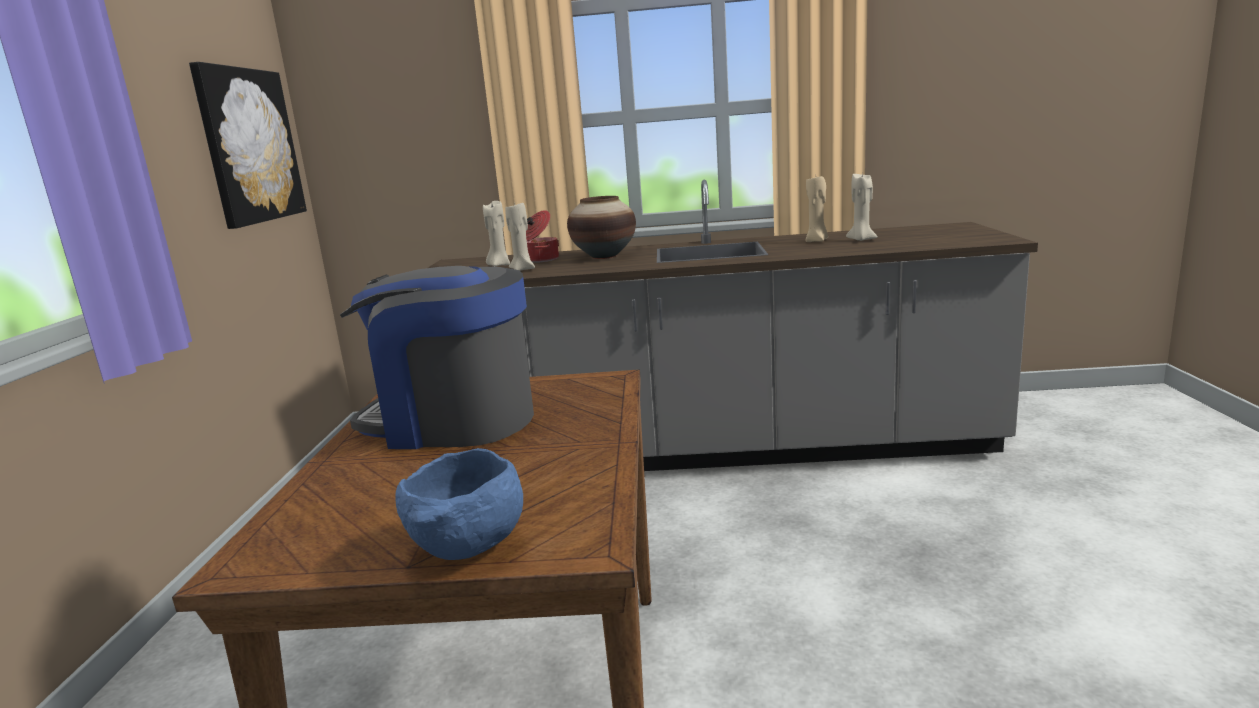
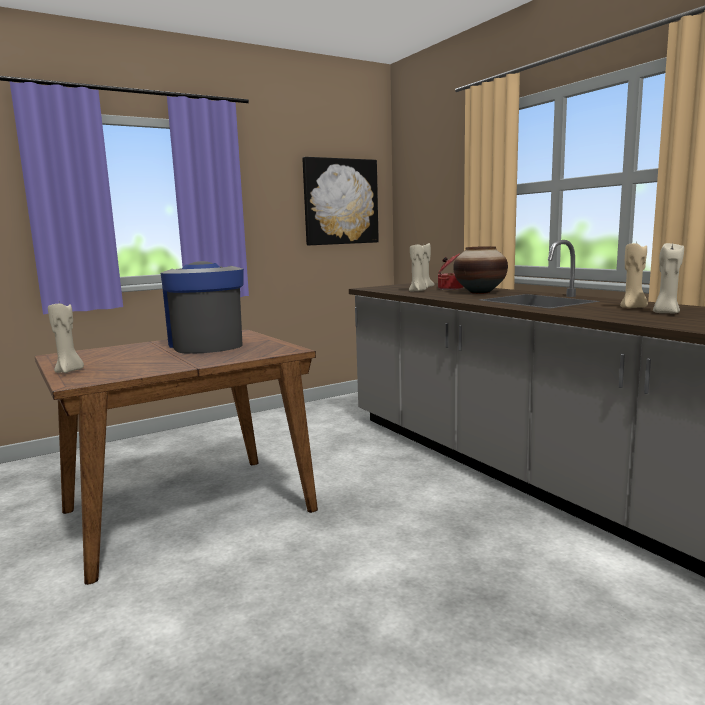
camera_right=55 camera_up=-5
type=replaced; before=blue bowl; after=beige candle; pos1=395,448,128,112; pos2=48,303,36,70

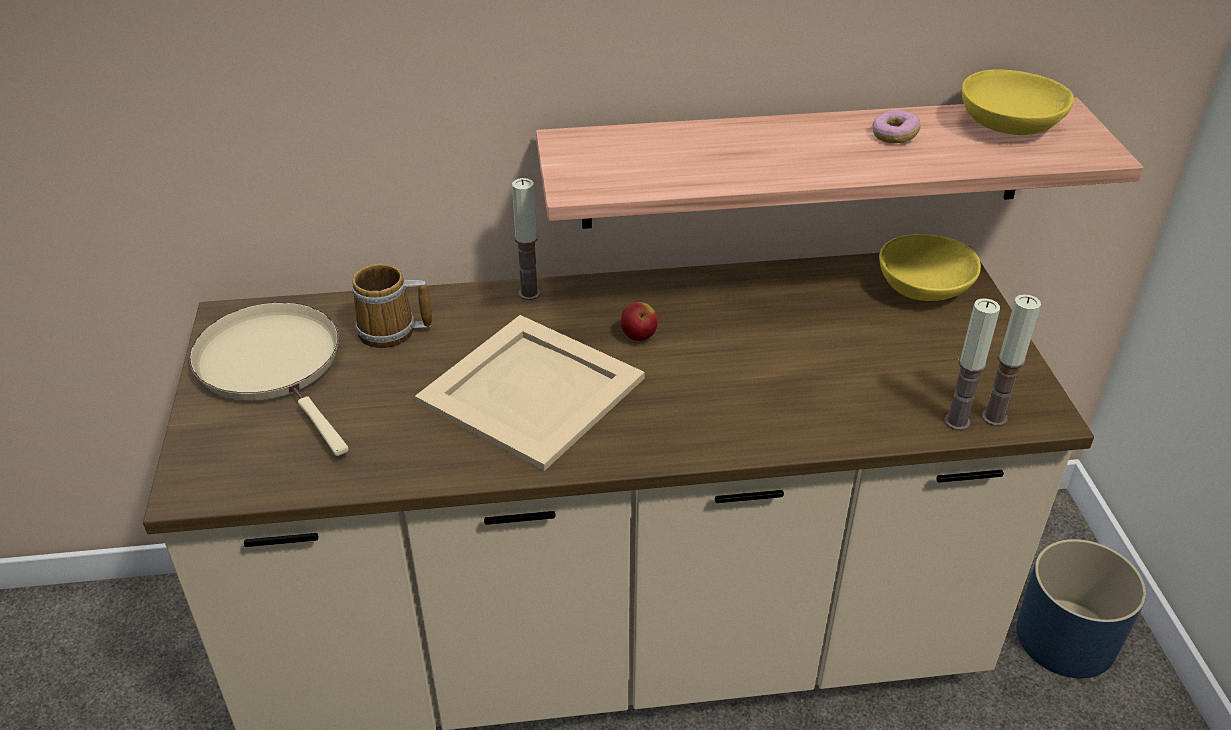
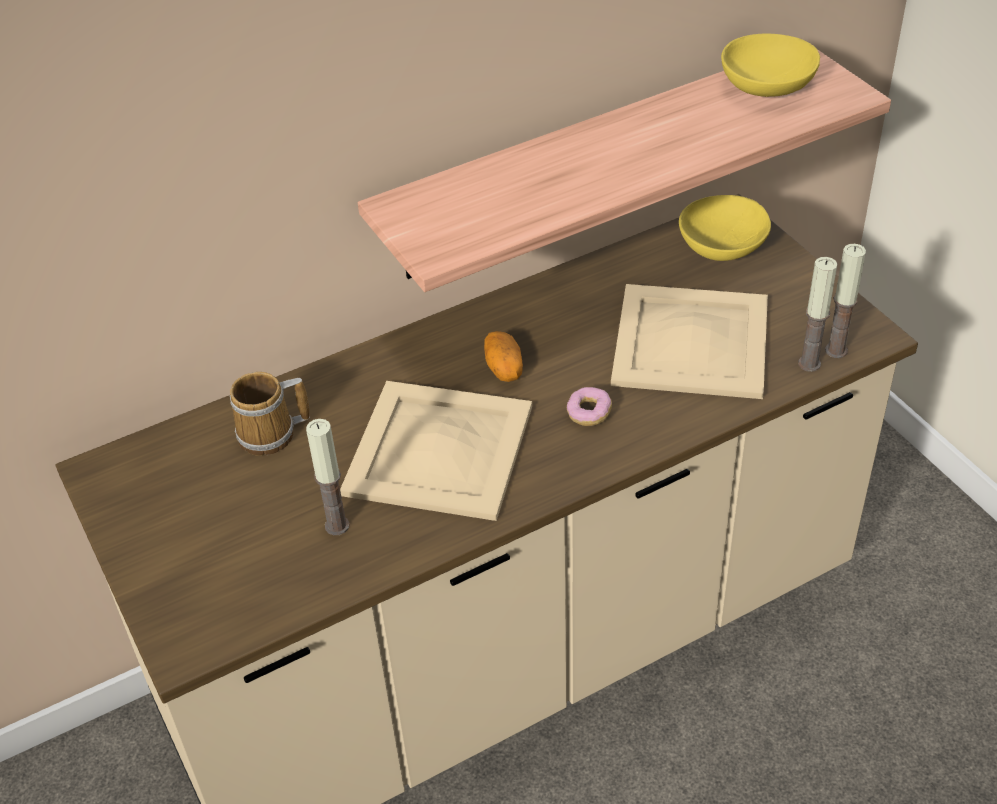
camera_right=-20 camera_up=5
type=moved; before=donut; pos1=873,110,48,33; pos2=567,387,45,39
type=moved; before=candle; pos1=512,178,28,122; pos2=306,419,44,116
type=removed; before=beige frying pan; pos1=189,302,160,154
type=replaced; before=apple; after=potato; pos1=621,302,37,39; pos2=484,331,39,51
type=removed; before=blue planter; pos1=1016,539,130,139
type=added; after=beige tray; pos2=611,284,157,115

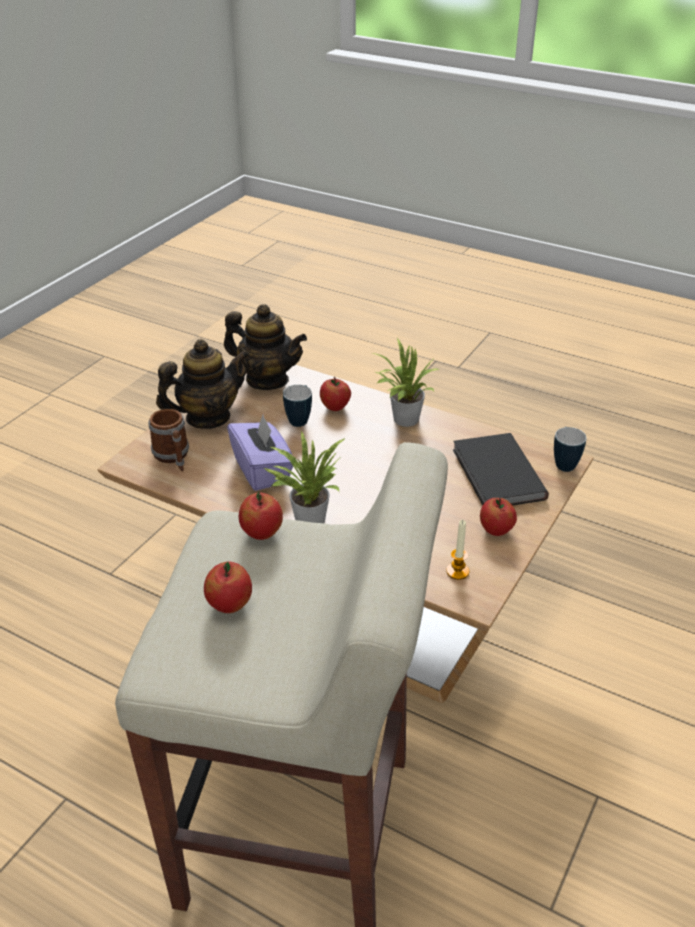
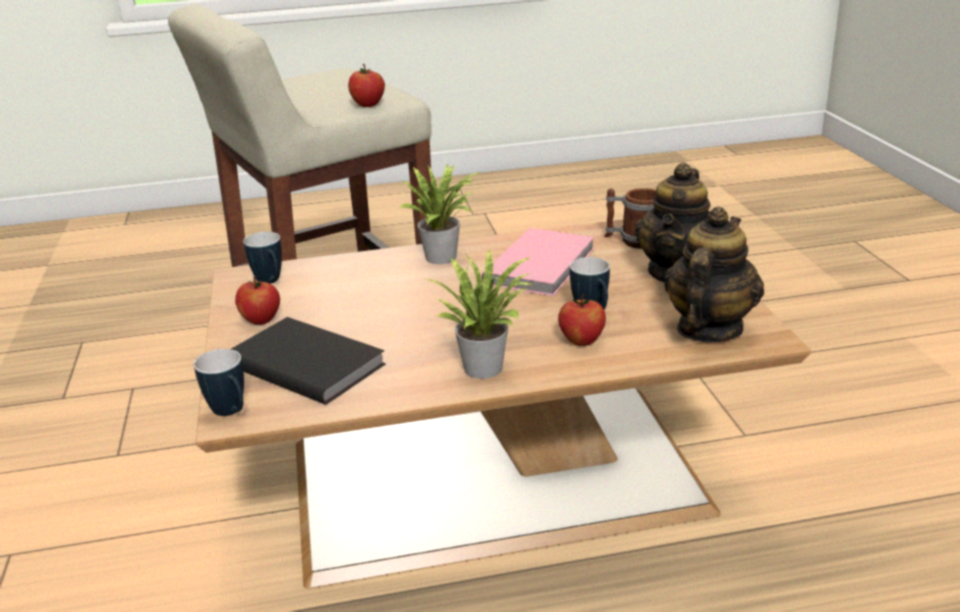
camera_right=140 camera_up=-10
type=turned; before=teapot; pos1=224,304,83,86; pos2=664,207,100,135; turn=135
type=replaced; before=purple tissue box; after=pink book; pos1=227,415,66,76; pos2=481,228,114,68
type=replaced; before=candle; after=mug; pos1=446,520,23,60; pos2=243,232,39,51
type=removed; before=apple; pos1=204,561,48,52

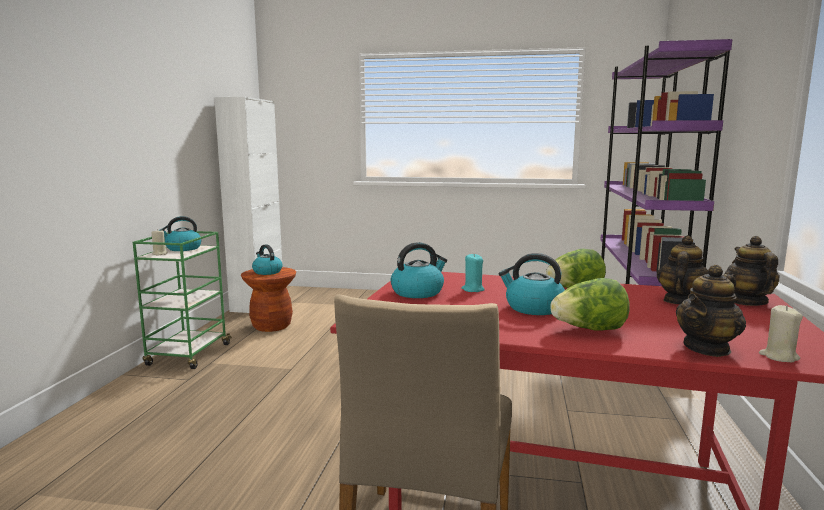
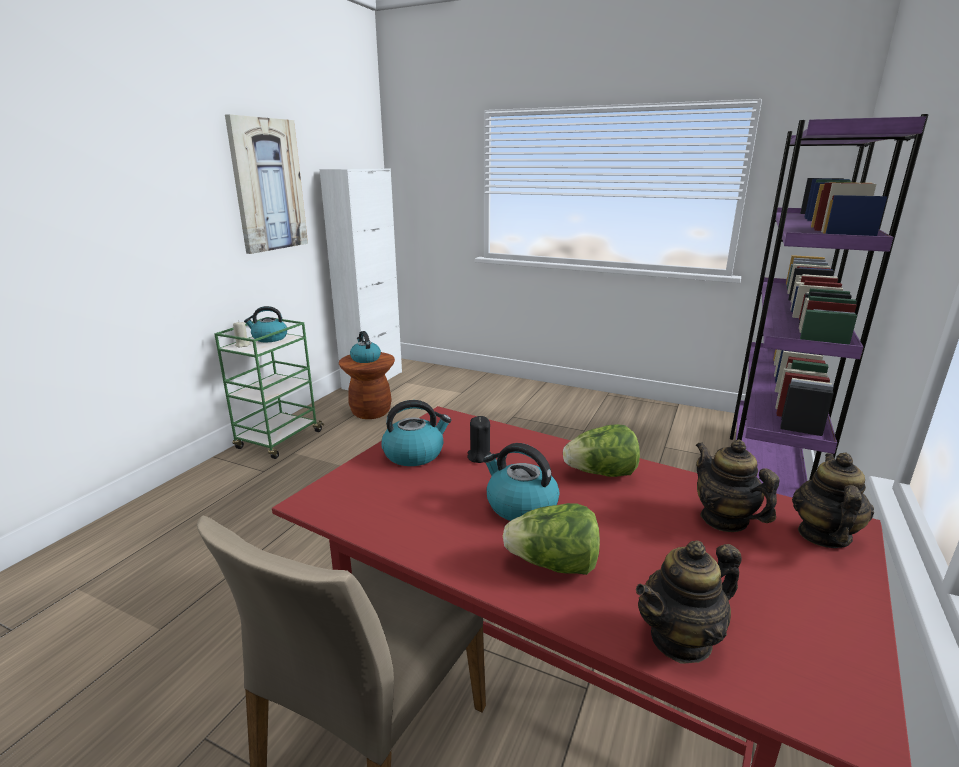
camera_right=15 camera_up=10
type=turned; before=teapot; pos1=657,235,52,69; pos2=695,439,84,93; turn=-75
type=recoloured; before=turquoise candle; after=black candle; pos1=461,254,24,38; pos2=467,416,24,47
type=removed; before=beige candle; pos1=759,305,44,57
type=added; after=picture; pos2=225,114,83,140

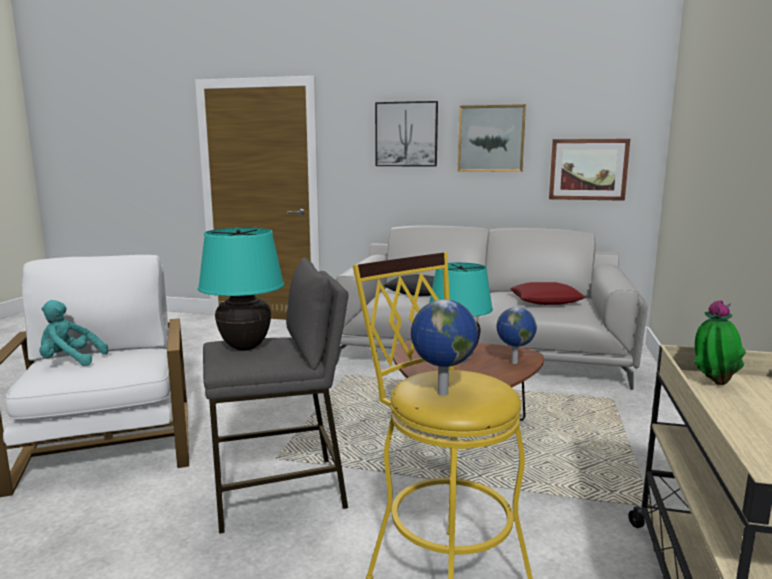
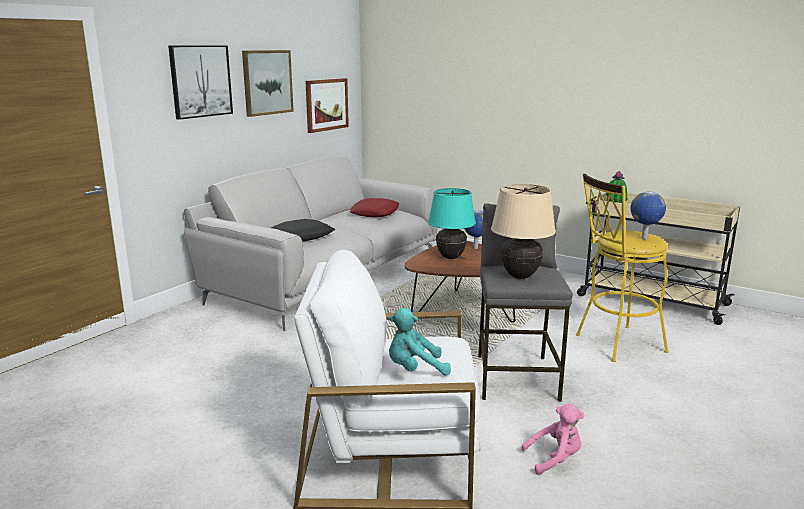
camera_right=-70 camera_up=5
type=recoloured; before=turquoise table lamp; after=beige table lamp; pos1=198,228,86,123; pos2=491,184,65,95
type=turned; before=turquoise plush toy; pos1=39,300,69,66; pos2=389,308,62,68; turn=60
type=added; after=pink plush toy; pos2=521,404,63,71

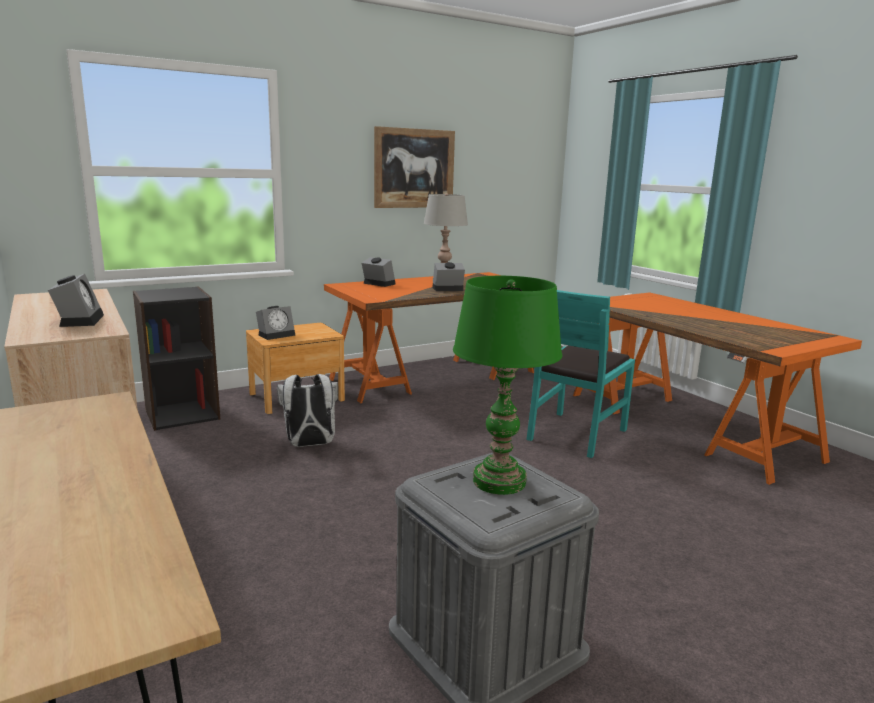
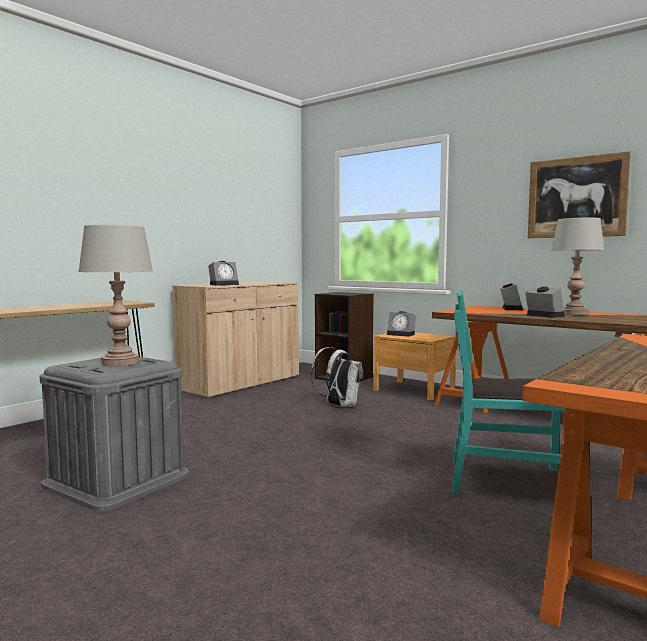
camera_right=70 camera_up=-10
type=recoloured; before=green table lamp; after=grey table lamp; pos1=453,276,109,219; pos2=78,224,75,142

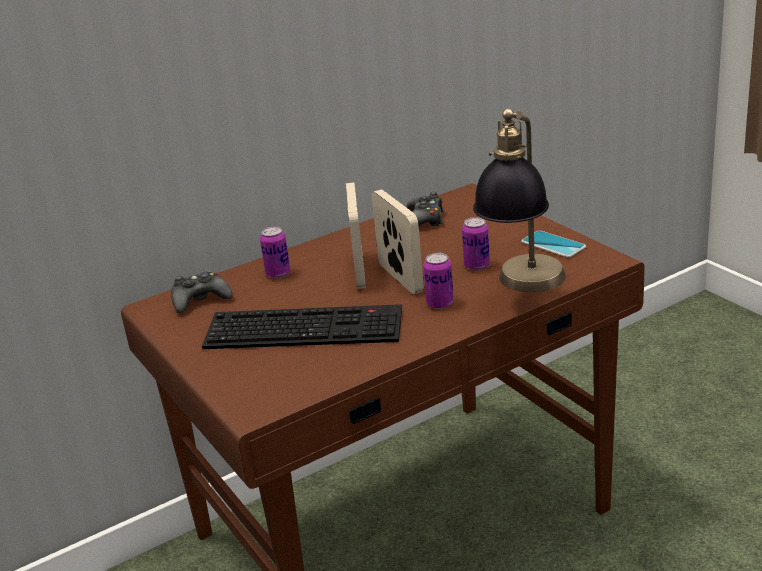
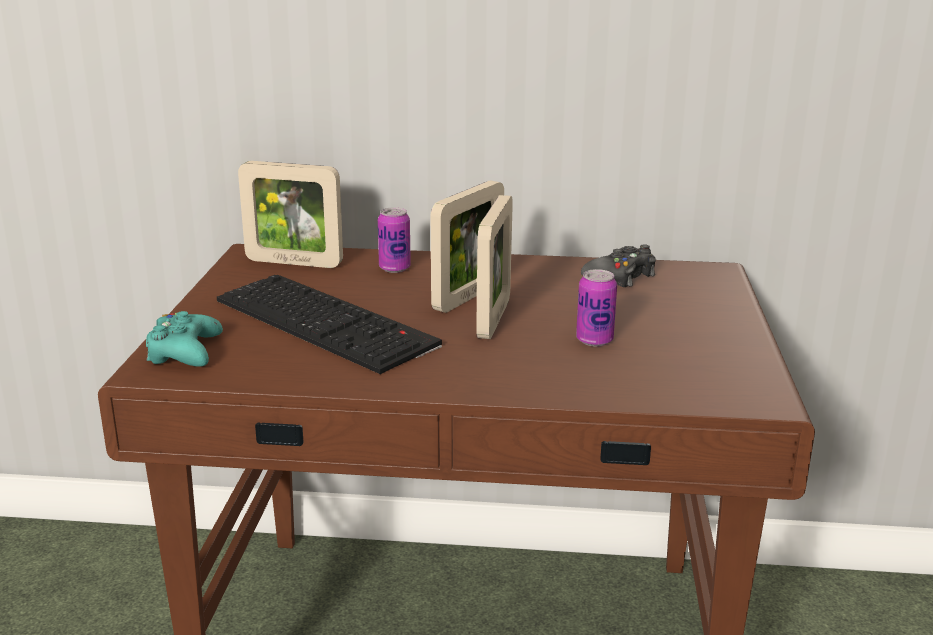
camera_right=35 camera_up=-5
type=removed; before=table lamp; pos1=473,108,93,185
type=removed; before=phone; pos1=521,230,65,28
type=removed; before=can; pos1=423,253,31,56
type=replaced; before=black game controller; after=picture frame; pos1=171,271,62,42; pos2=238,161,105,107
type=added; after=turquoise game controller; pos2=146,311,77,56

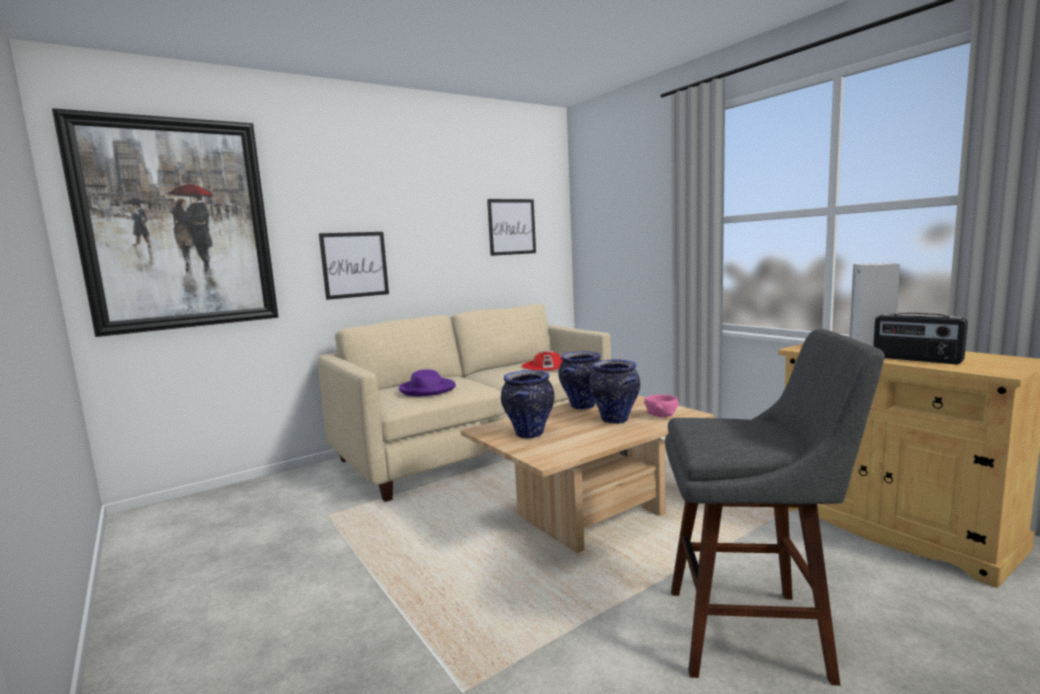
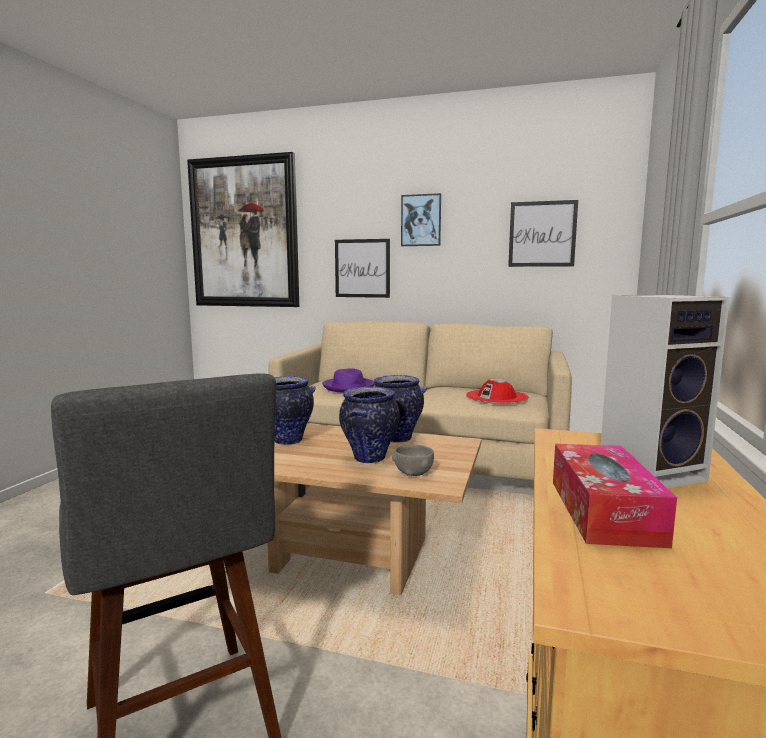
camera_right=50 camera_up=0
type=replaced; before=radio; after=tissue box; pos1=873,313,95,51; pos2=553,444,124,104
type=recoloured; before=pink bowl; after=grey bowl; pos1=644,395,35,22; pos2=392,445,42,31
type=added; after=picture; pos2=401,193,40,53

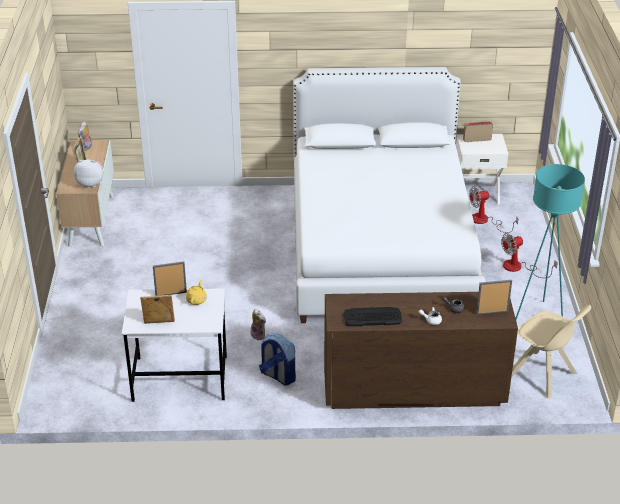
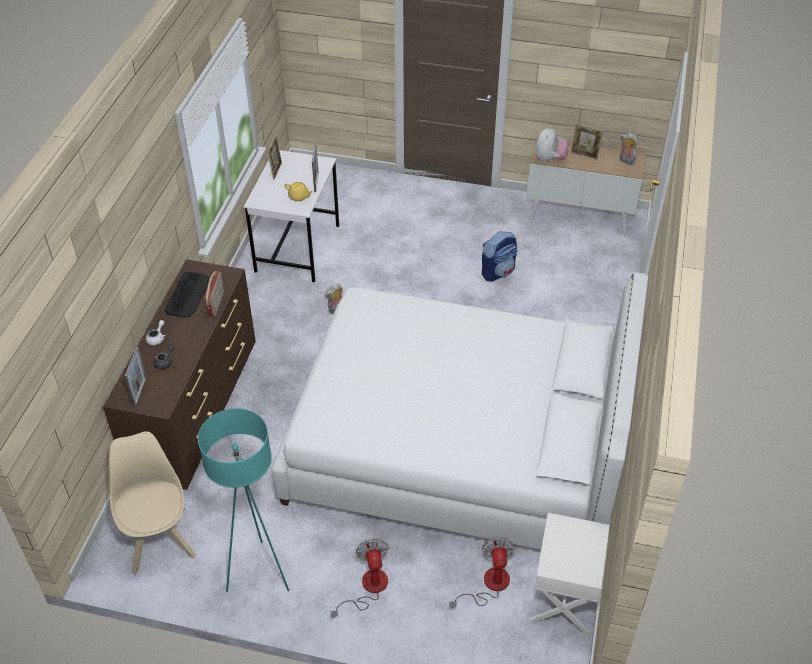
camera_right=105 camera_up=10
type=moved; before=radio; pos1=463,119,30,23; pos2=204,271,20,46
type=turned; before=beige chair; pos1=512,305,79,94; pos2=109,431,87,144; turn=105
type=moved; before=backpack; pos1=259,333,37,52; pos2=482,231,35,51

